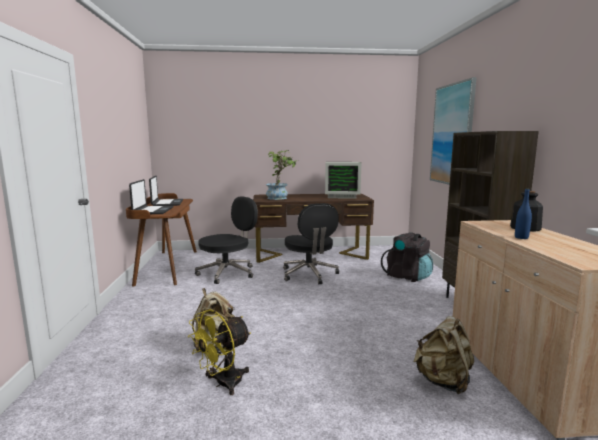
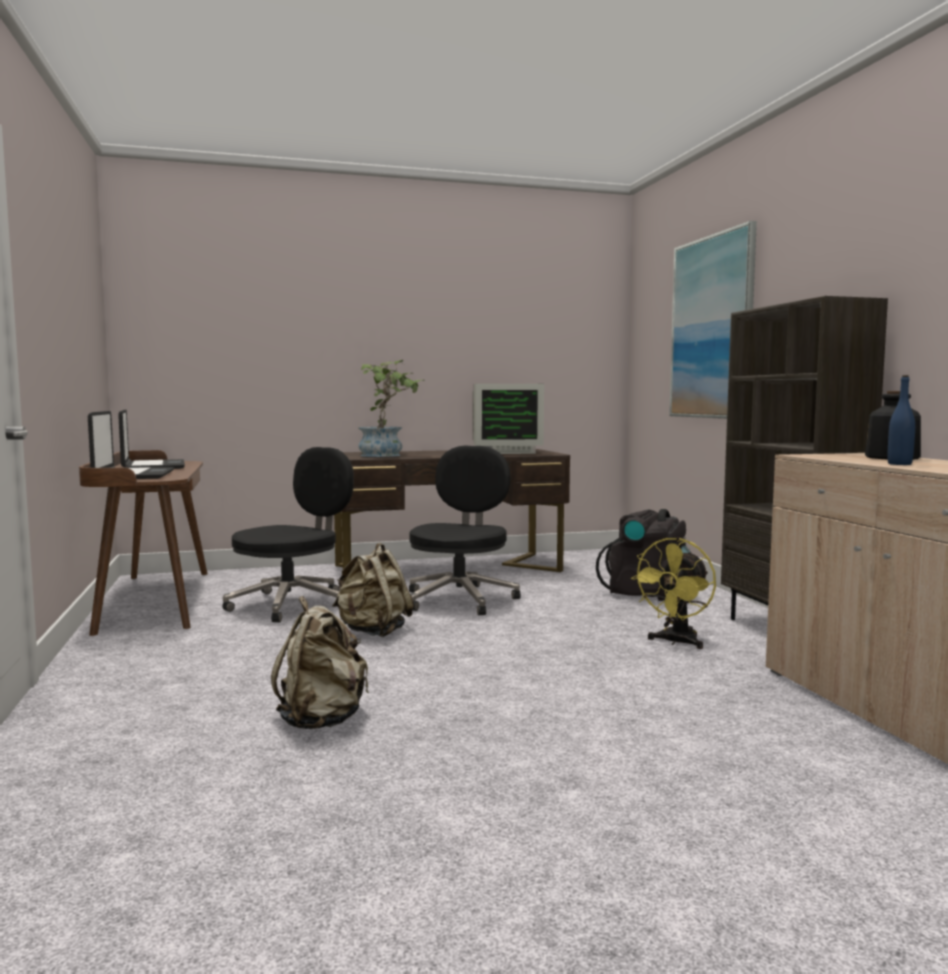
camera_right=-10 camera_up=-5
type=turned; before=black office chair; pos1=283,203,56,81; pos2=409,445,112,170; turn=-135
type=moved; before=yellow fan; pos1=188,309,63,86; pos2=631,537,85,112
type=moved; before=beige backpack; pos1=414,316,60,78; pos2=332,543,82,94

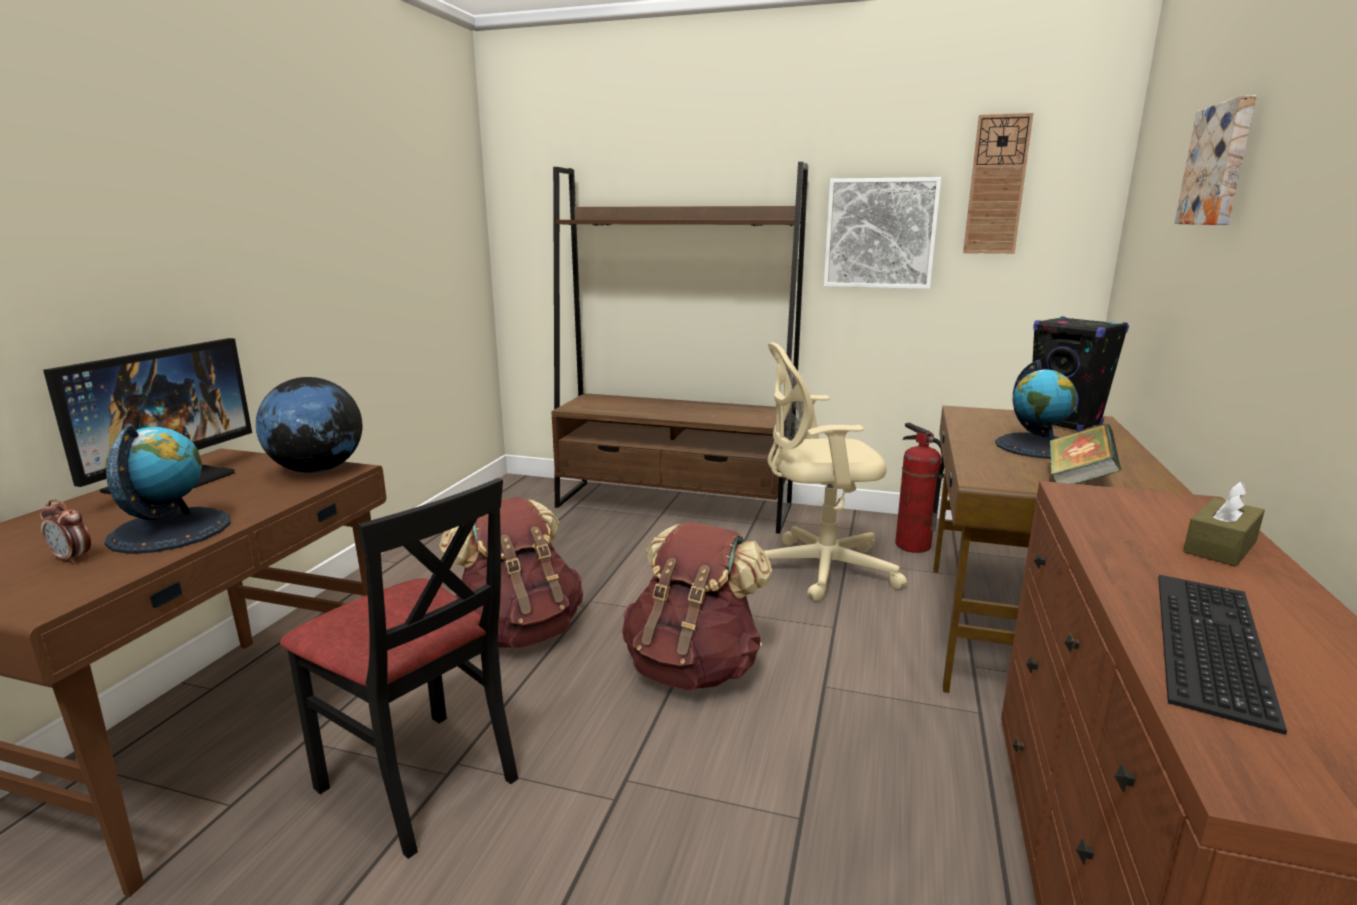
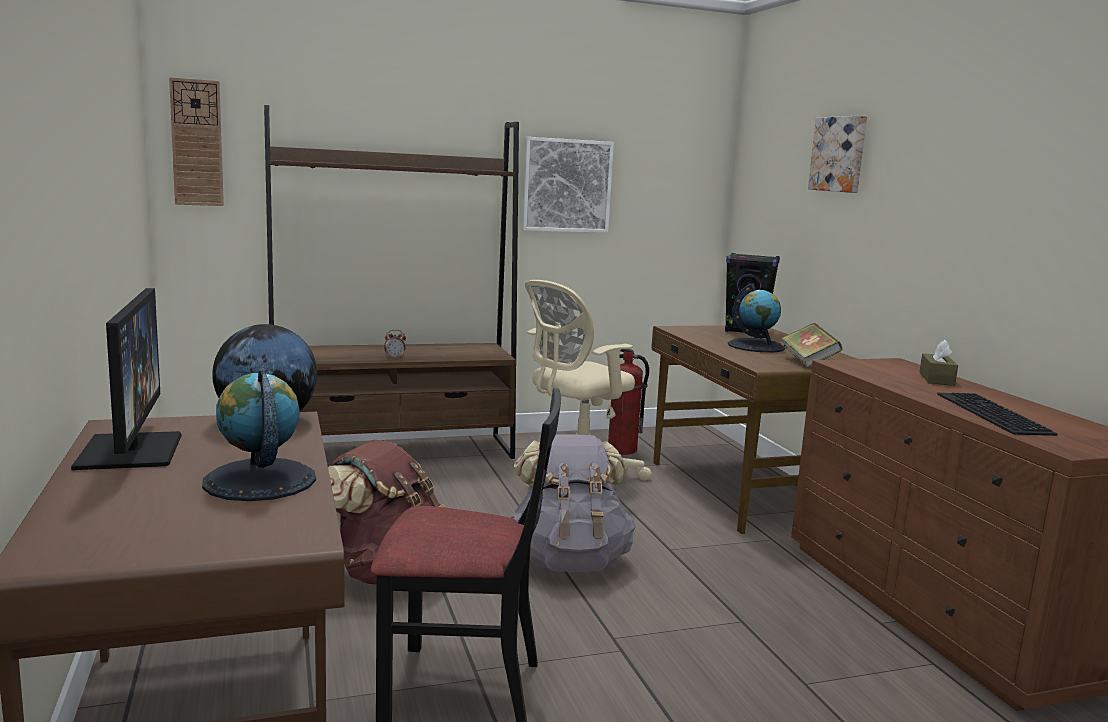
camera_right=-35 camera_up=-5
type=moved; before=wall clock; pos1=963,113,71,141; pos2=169,77,55,129
type=moved; before=alarm clock; pos1=40,500,51,64; pos2=384,330,22,29
type=recoloured; before=brown backpack; after=grey backpack; pos1=622,521,150,170; pos2=511,434,125,138

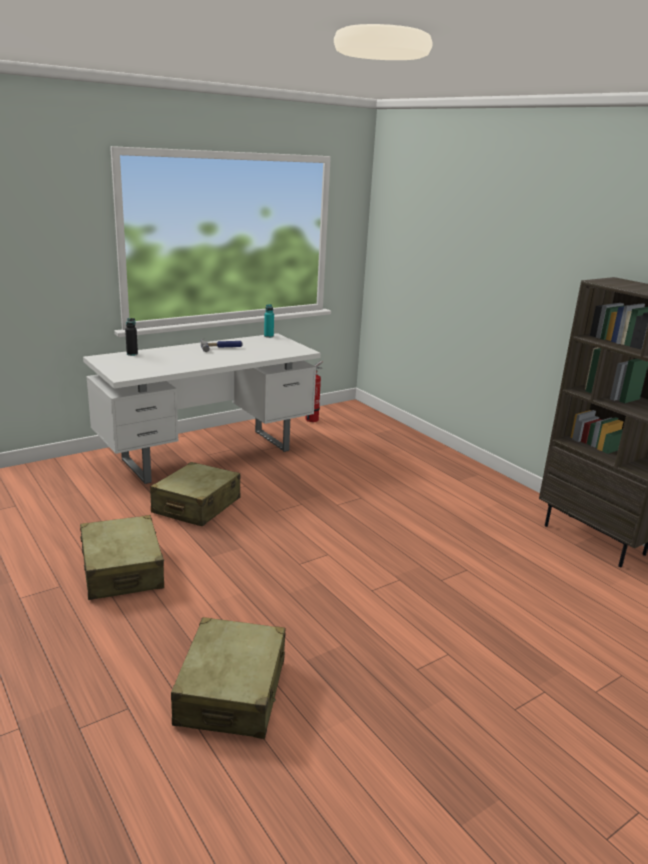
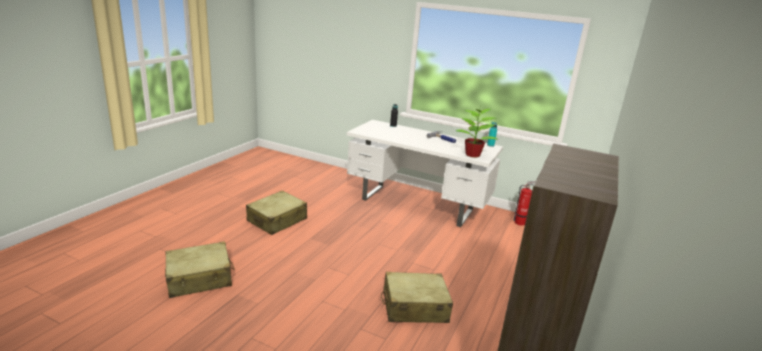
camera_right=60 camera_up=0
type=moved; before=beige suitcase; pos1=150,462,90,64; pos2=381,272,72,51
type=added; after=potted plant; pos2=456,109,41,48

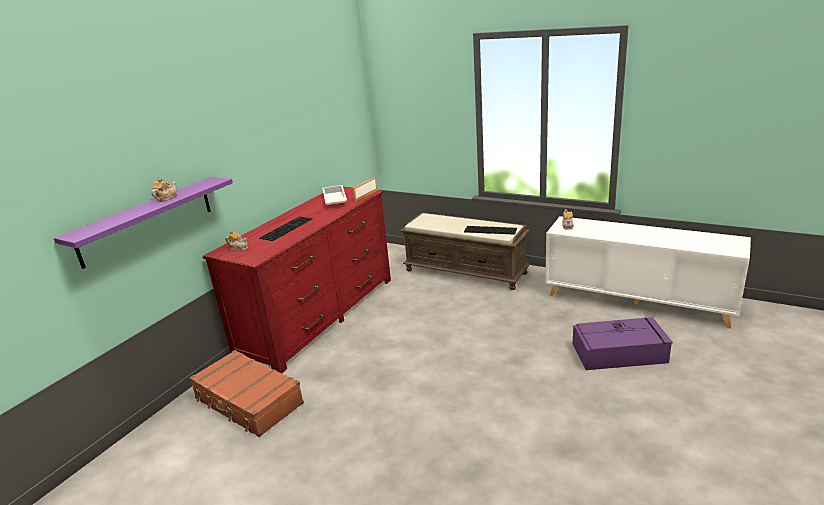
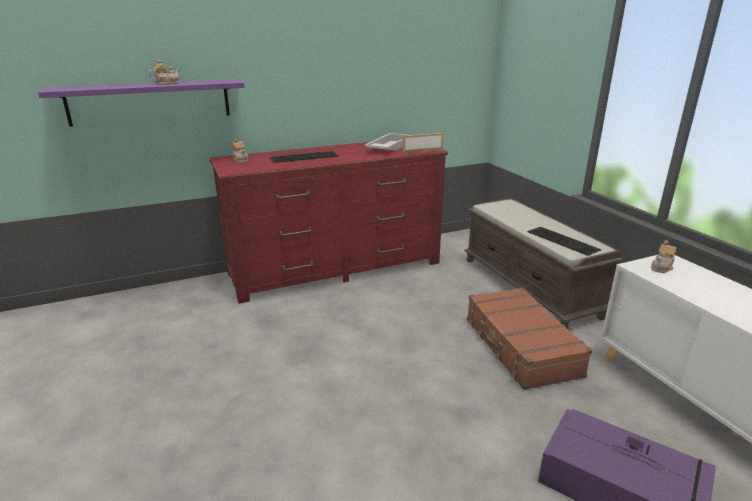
camera_right=35 camera_up=0
type=moved; before=brown suitcase; pos1=189,350,115,87; pos2=467,287,125,103

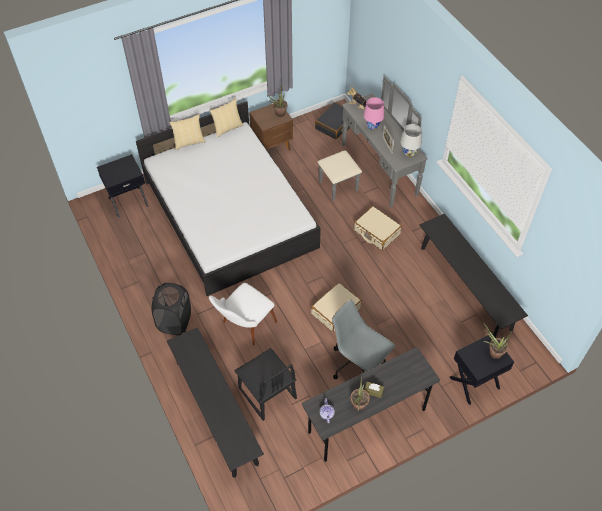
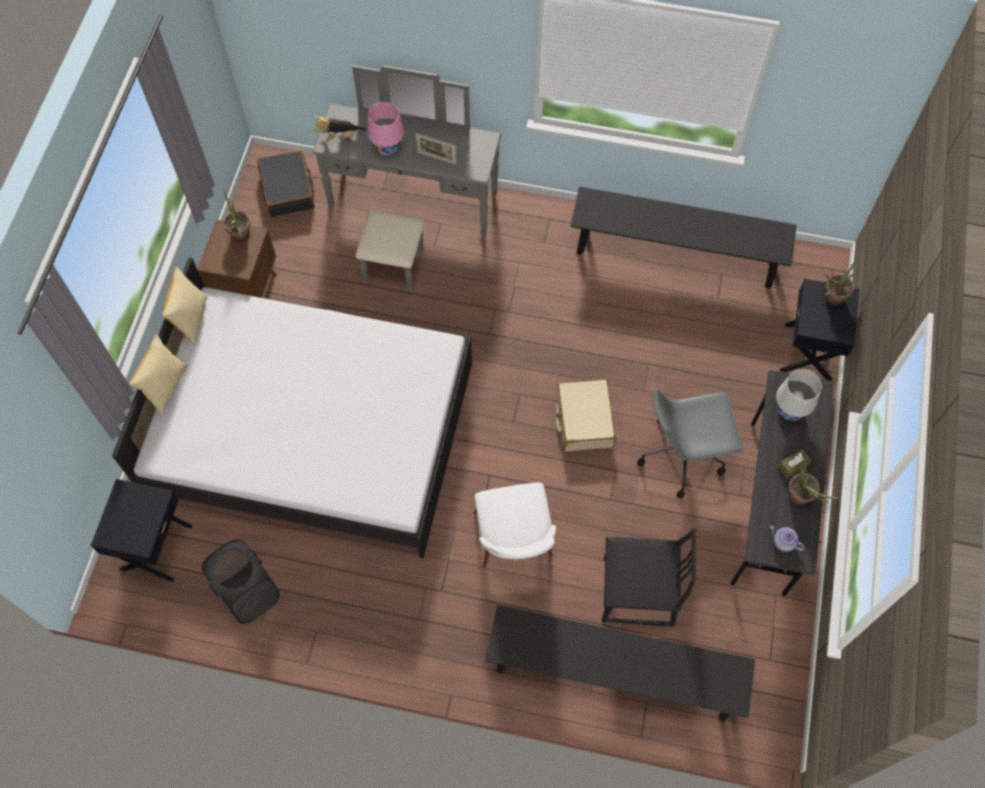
camera_right=-50 camera_up=10
type=moved; before=white table lamp; pos1=400,124,22,33; pos2=776,369,46,52
type=removed; before=beige suitcase; pos1=354,206,48,44
type=moved; before=black laundry basket; pos1=152,283,39,52; pos2=201,539,79,85

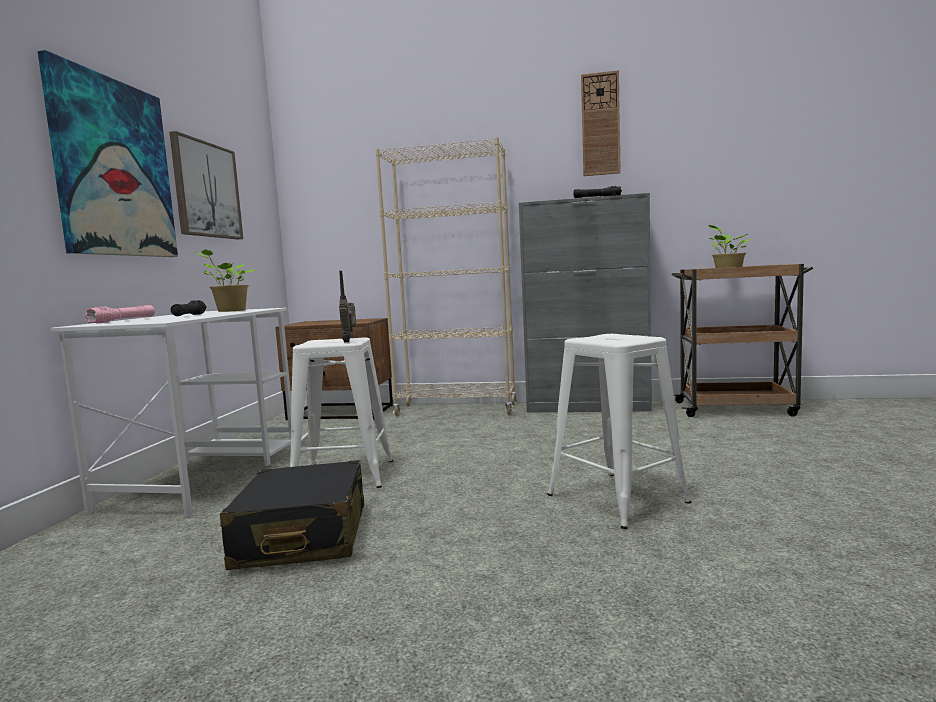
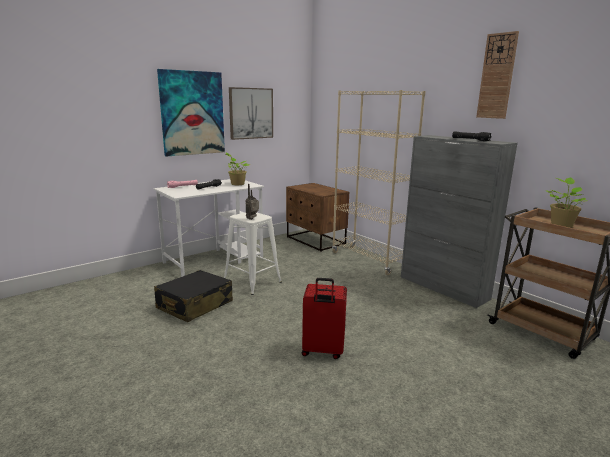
camera_right=40 camera_up=10
type=replaced; before=white stool; after=red suitcase; pos1=547,334,144,195; pos2=302,278,45,81

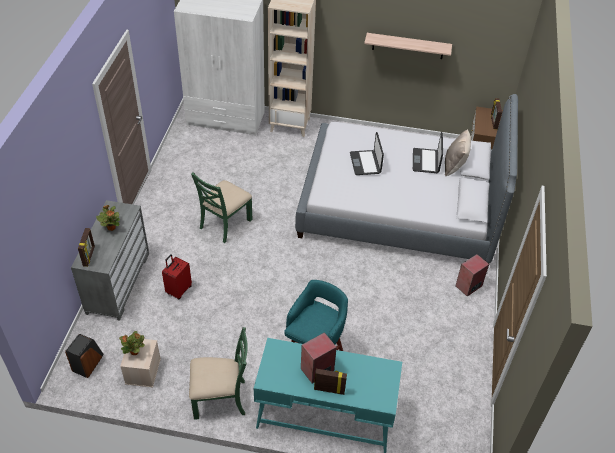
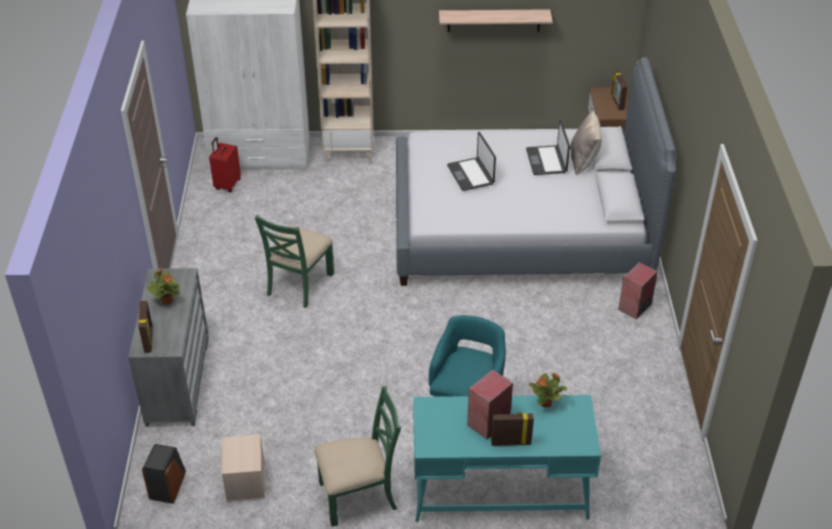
camera_right=-10 camera_up=-5
type=moved; before=red suitcase; pos1=162,254,30,45; pos2=209,137,32,55
type=moved; before=potted plant; pos1=119,331,26,24; pos2=529,373,38,34

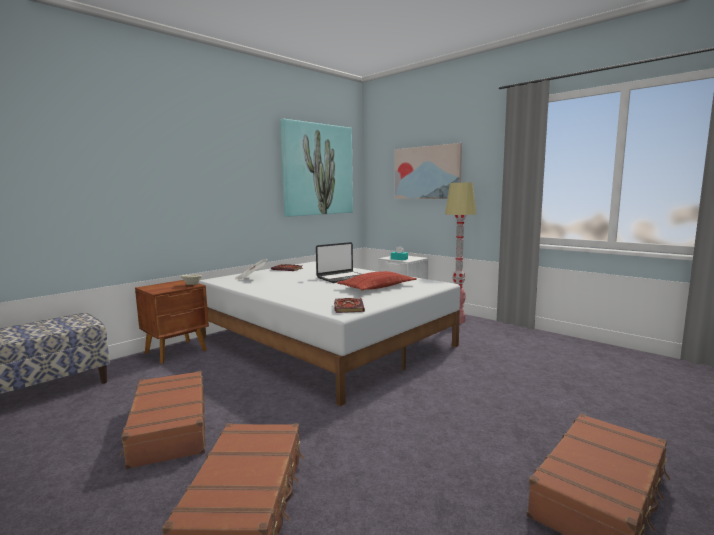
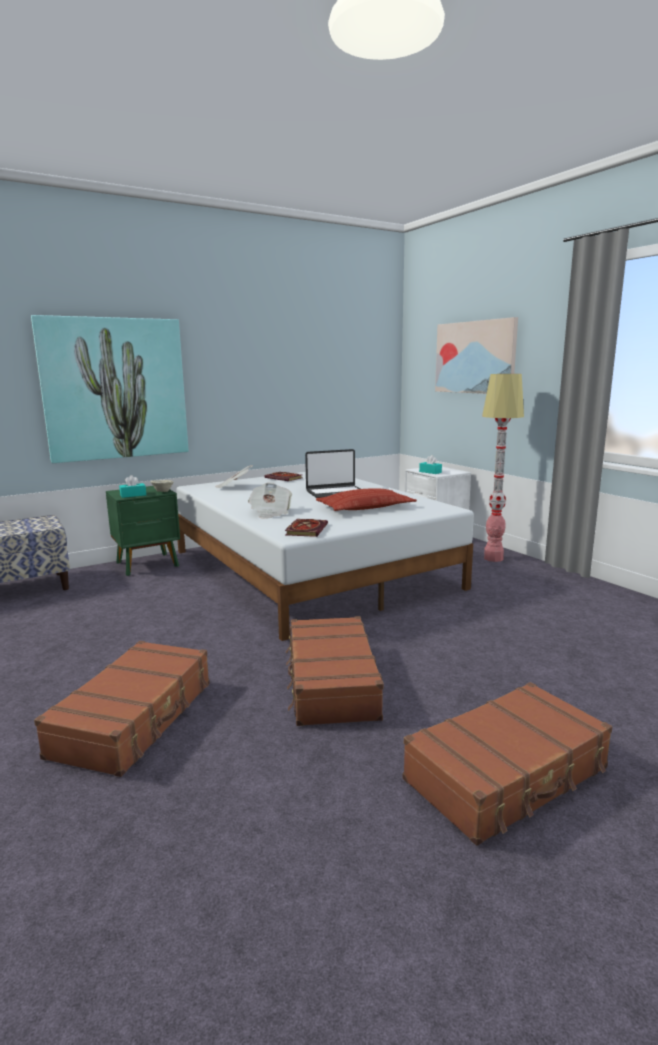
camera_right=15 camera_up=5
type=moved; before=picture; pos1=280,119,73,98; pos2=31,315,158,148
type=recoloured; before=brown nightstand; after=green nightstand; pos1=135,280,74,84; pos2=106,486,74,90
type=moved; before=brown suitcase; pos1=119,371,87,98; pos2=286,616,98,110
type=added; after=turquoise tissue box; pos2=119,475,27,23
type=added; after=newspaper; pos2=248,483,44,36

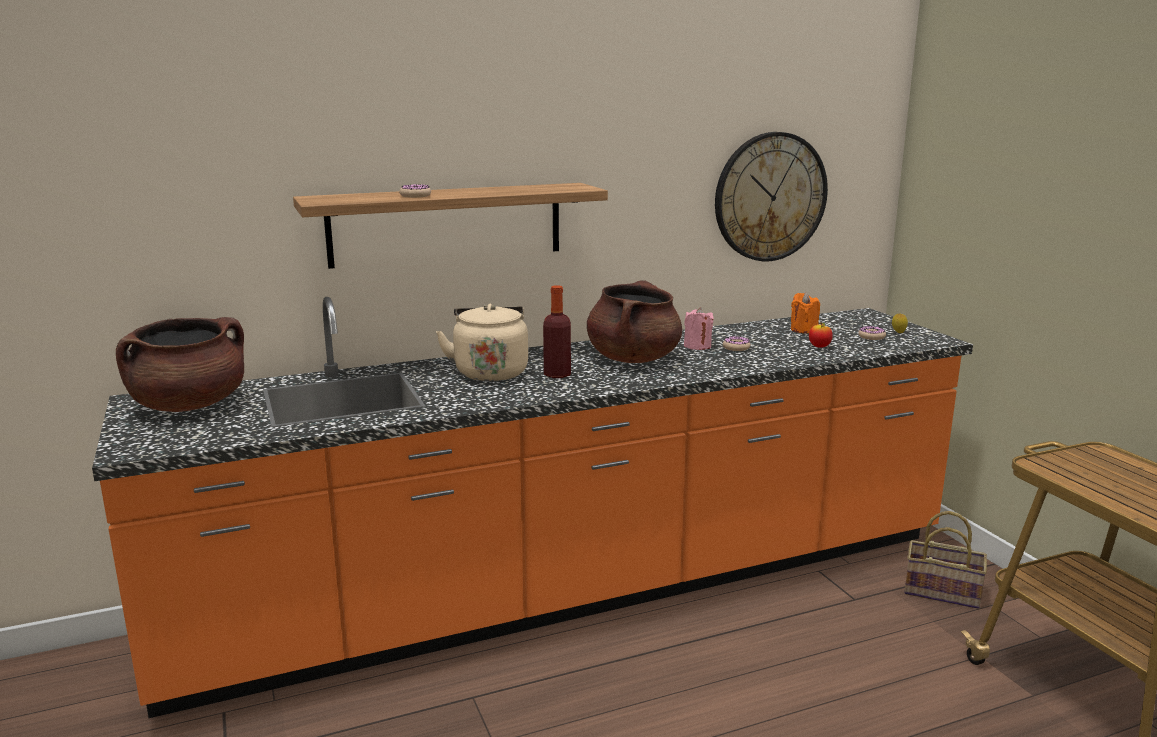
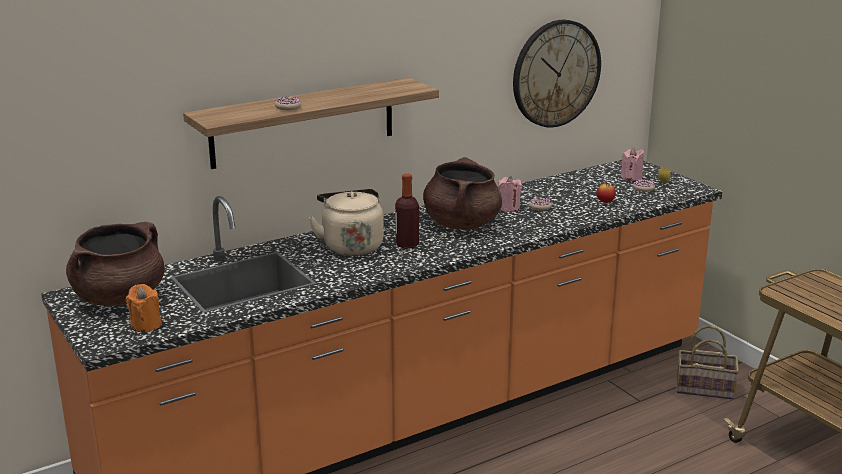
camera_right=-10 camera_up=5
type=moved; before=orange candle; pos1=791,293,29,40; pos2=126,284,36,48
type=added; after=pink candle; pos2=621,147,23,34

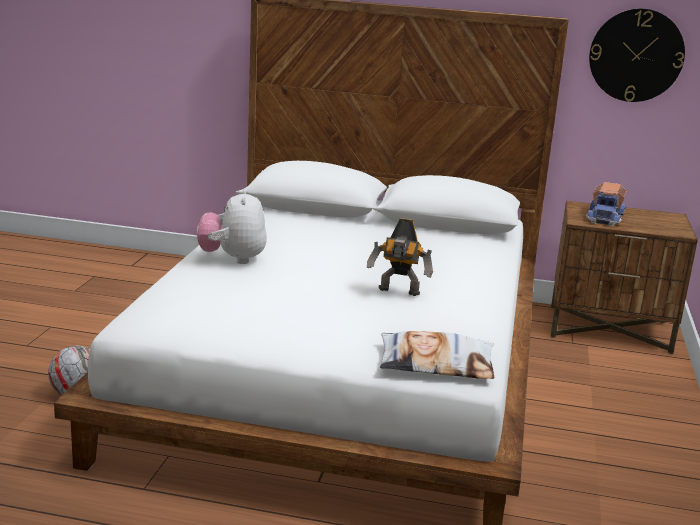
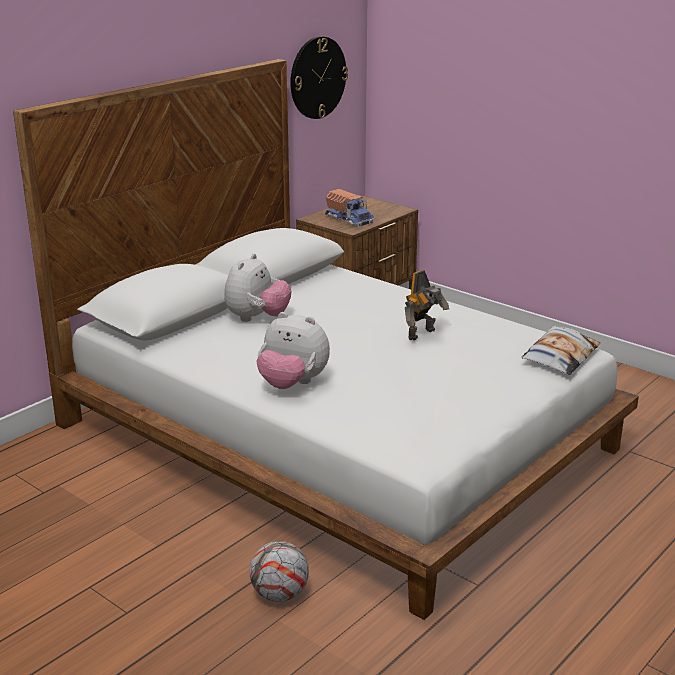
camera_right=-60 camera_up=5
type=added; after=plush toy; pos2=224,254,67,68

